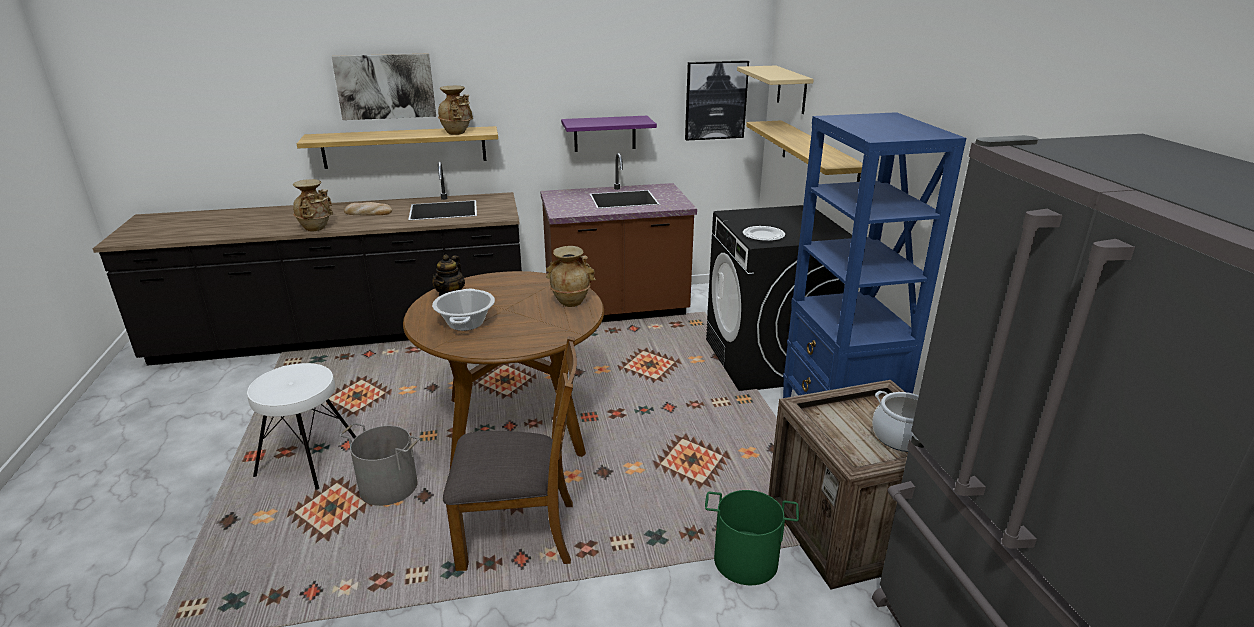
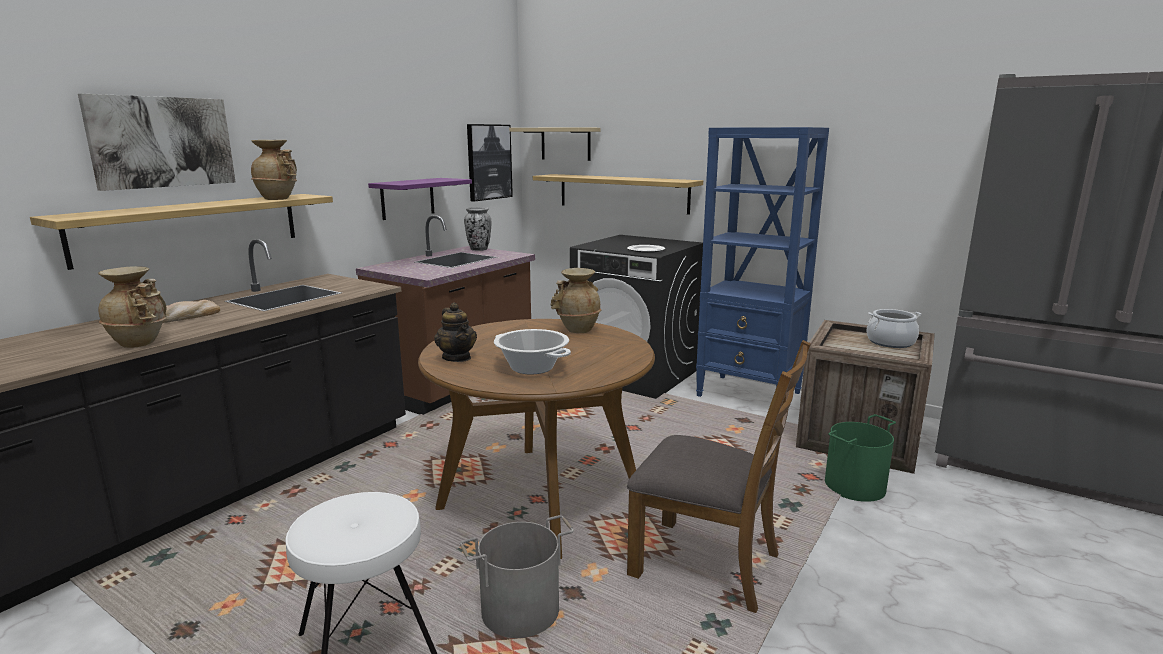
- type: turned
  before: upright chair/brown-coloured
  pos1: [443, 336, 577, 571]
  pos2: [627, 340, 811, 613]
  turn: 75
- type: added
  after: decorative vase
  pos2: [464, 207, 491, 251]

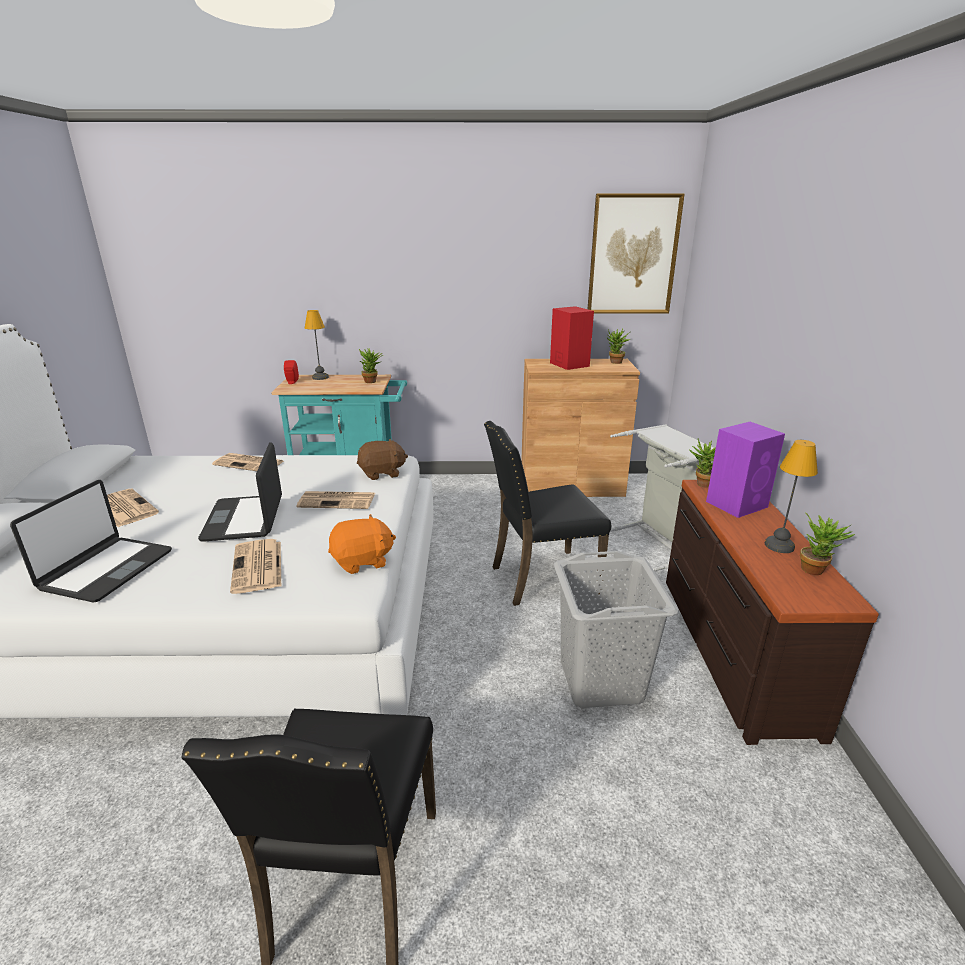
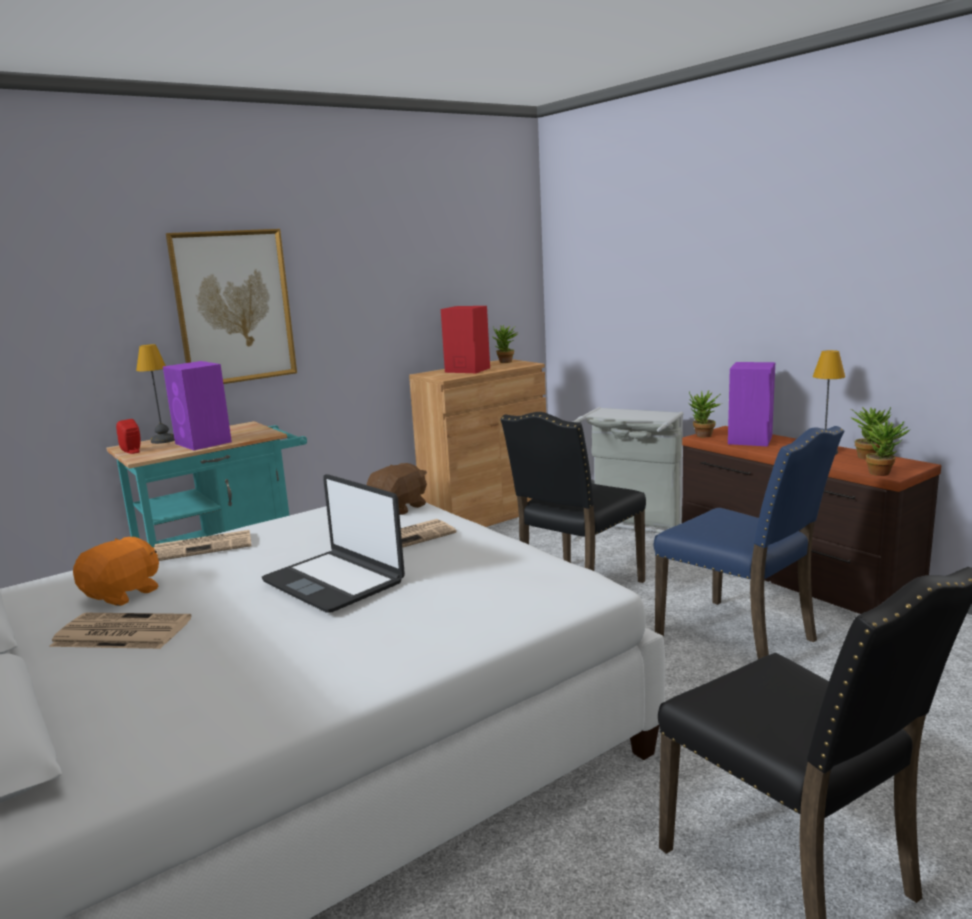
- type: moved
  before: wall picture
  pos1: [588, 194, 685, 314]
  pos2: [166, 229, 297, 384]
- type: moved
  before: houseplant
  pos1: [359, 348, 383, 383]
  pos2: [862, 419, 909, 476]
- type: removed
  before: portable computer
  pos1: [10, 480, 172, 602]
- type: moved
  before: cuddly toy/orange-coloured
  pos1: [328, 514, 396, 574]
  pos2: [73, 537, 159, 606]
- type: removed
  before: daily paper
  pos1: [230, 539, 281, 594]
- type: replaced
  before: hamper/grey
  after: upright chair/bluish
  pos1: [553, 551, 678, 708]
  pos2: [654, 426, 844, 659]
- type: added
  after: audio speaker/purple
  pos2: [163, 361, 232, 450]

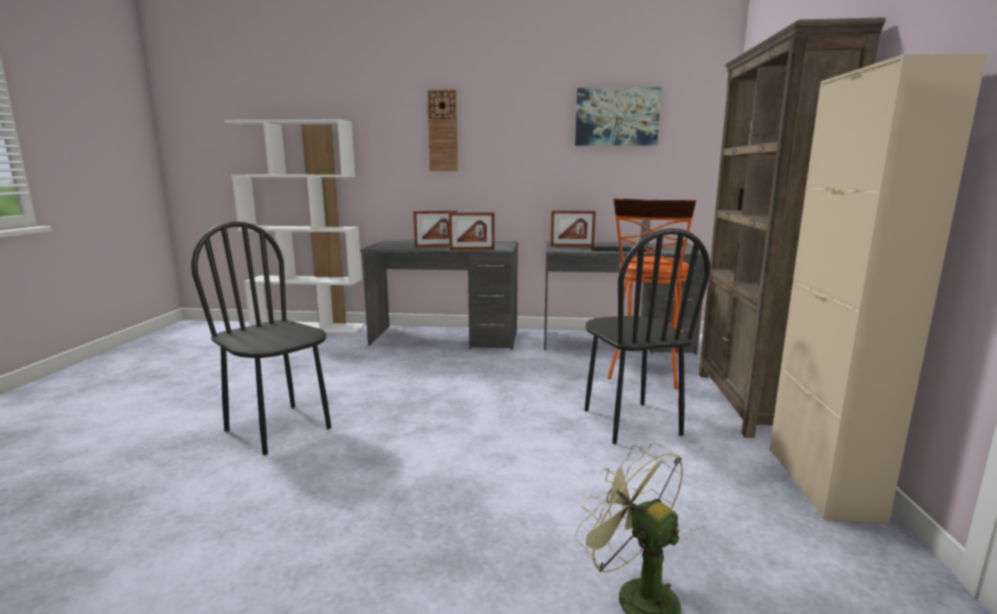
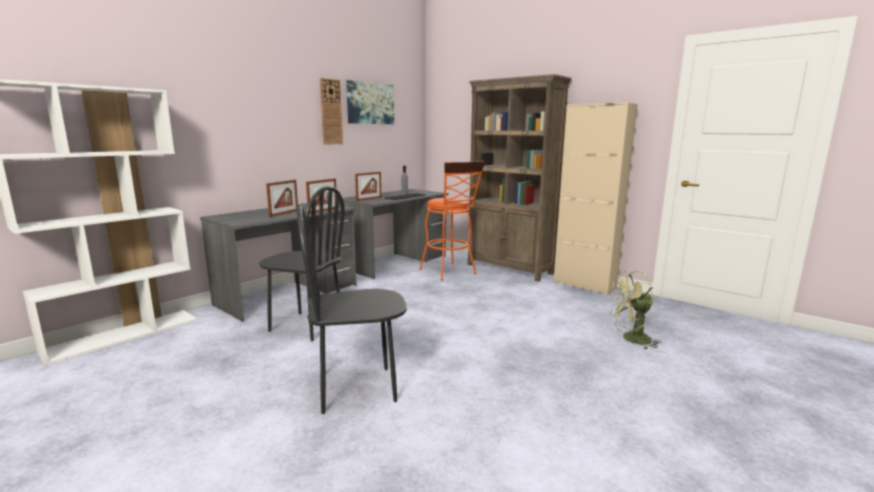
- type: moved
  before: clock on the wall
  pos1: [427, 89, 458, 171]
  pos2: [320, 78, 343, 145]
- type: moved
  before: upright chair/black
  pos1: [585, 228, 710, 444]
  pos2: [259, 186, 345, 341]

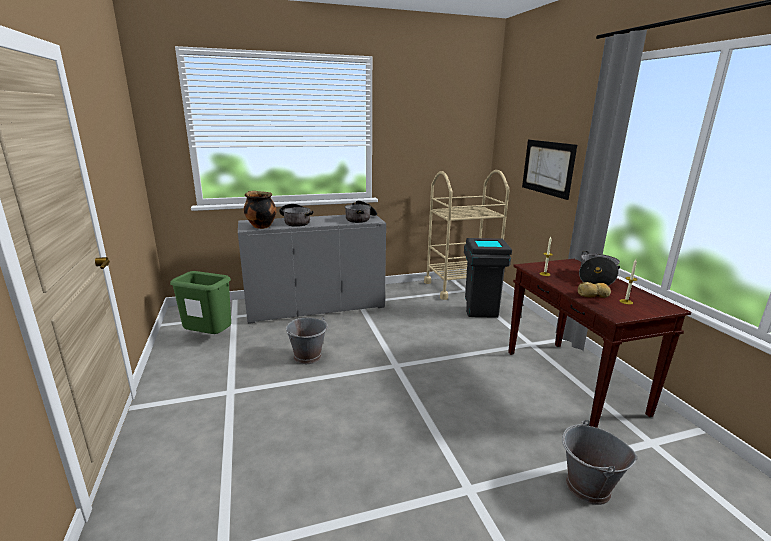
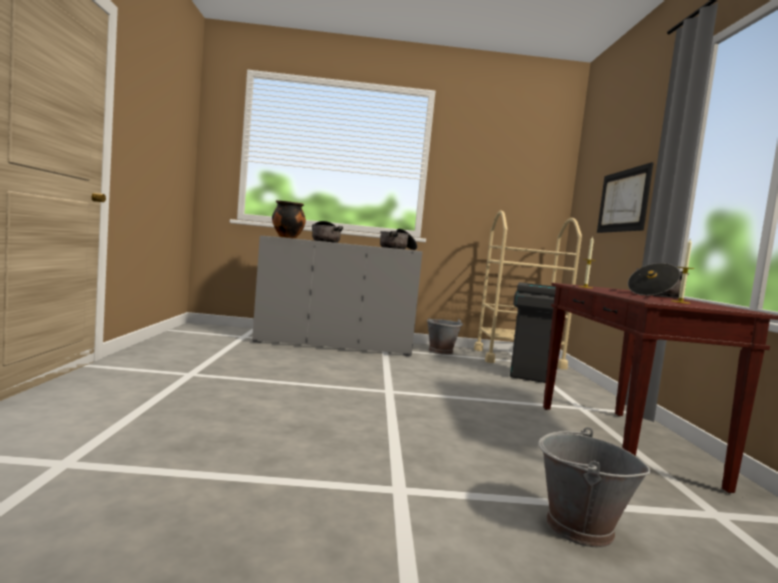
- type: removed
  before: waste bin/green
  pos1: [170, 271, 231, 334]
- type: removed
  before: baked bread
  pos1: [578, 282, 611, 298]
- type: moved
  before: pail/grey
  pos1: [286, 317, 328, 364]
  pos2: [427, 318, 463, 355]

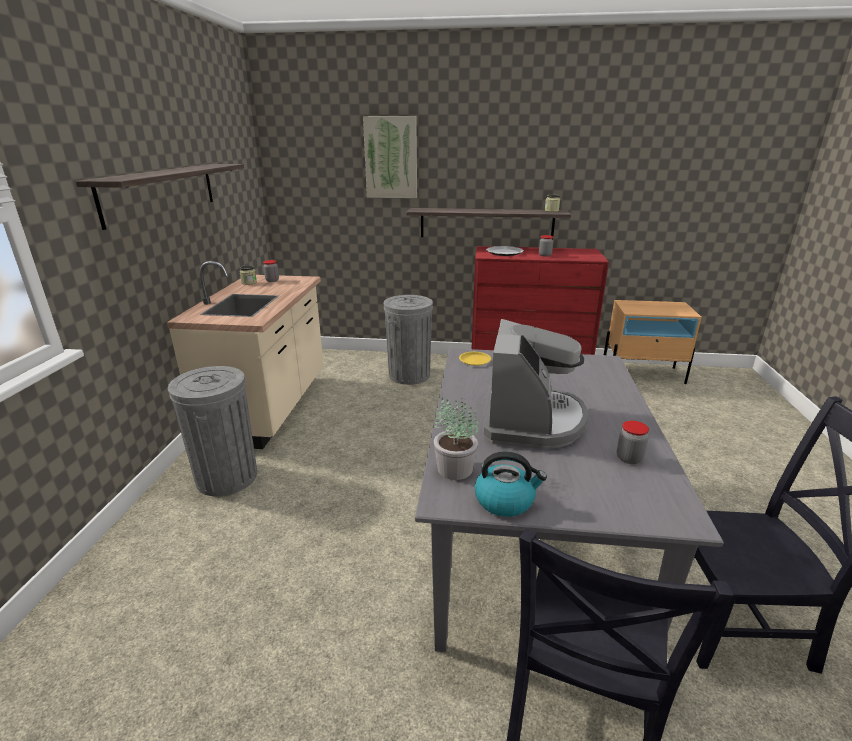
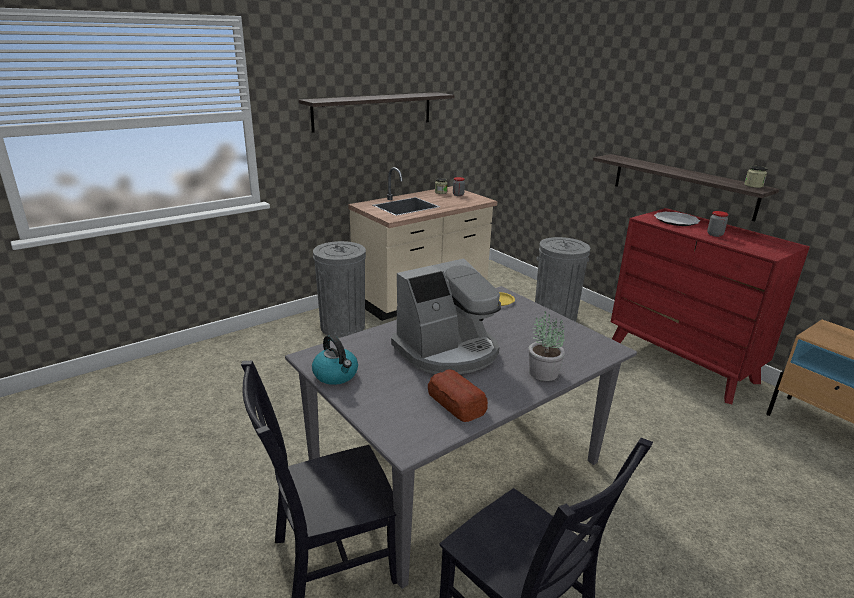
- type: removed
  before: wall picture
  pos1: [363, 116, 417, 198]
- type: moved
  before: houseplant
  pos1: [434, 397, 478, 480]
  pos2: [529, 311, 565, 381]
- type: replaced
  before: preserve jar
  after: baked bread
  pos1: [617, 421, 649, 464]
  pos2: [428, 369, 488, 422]

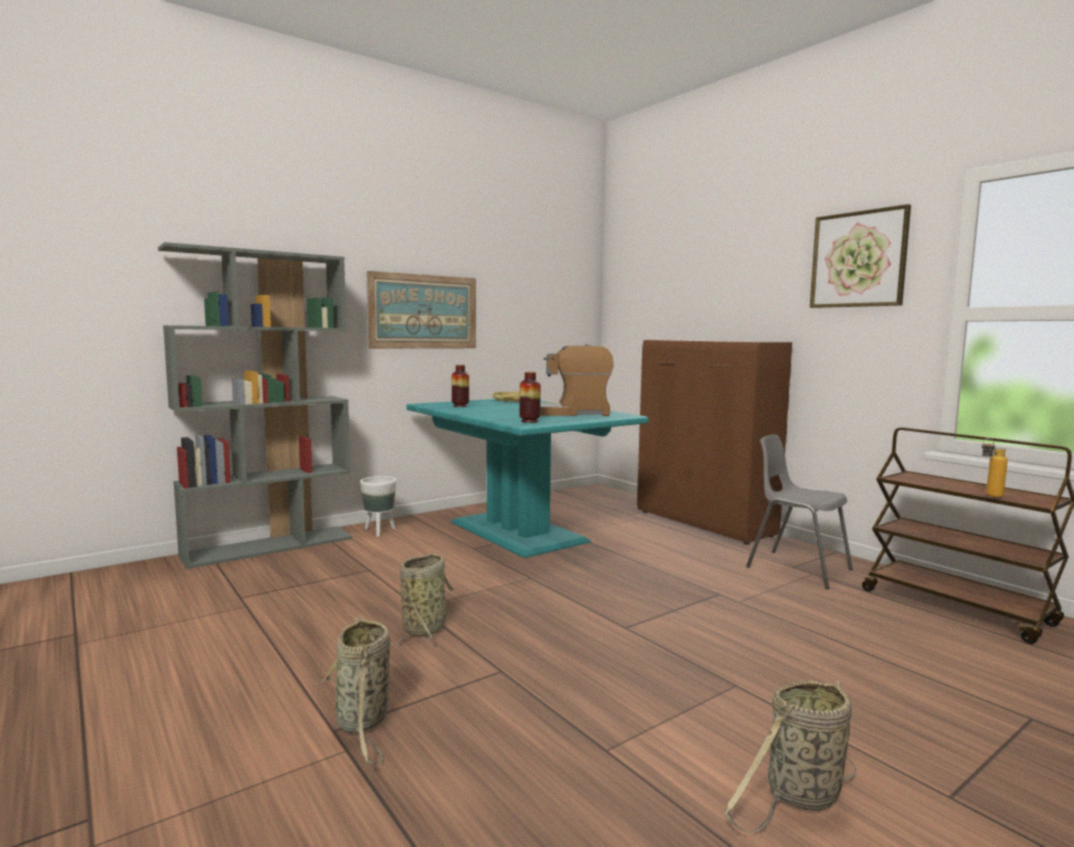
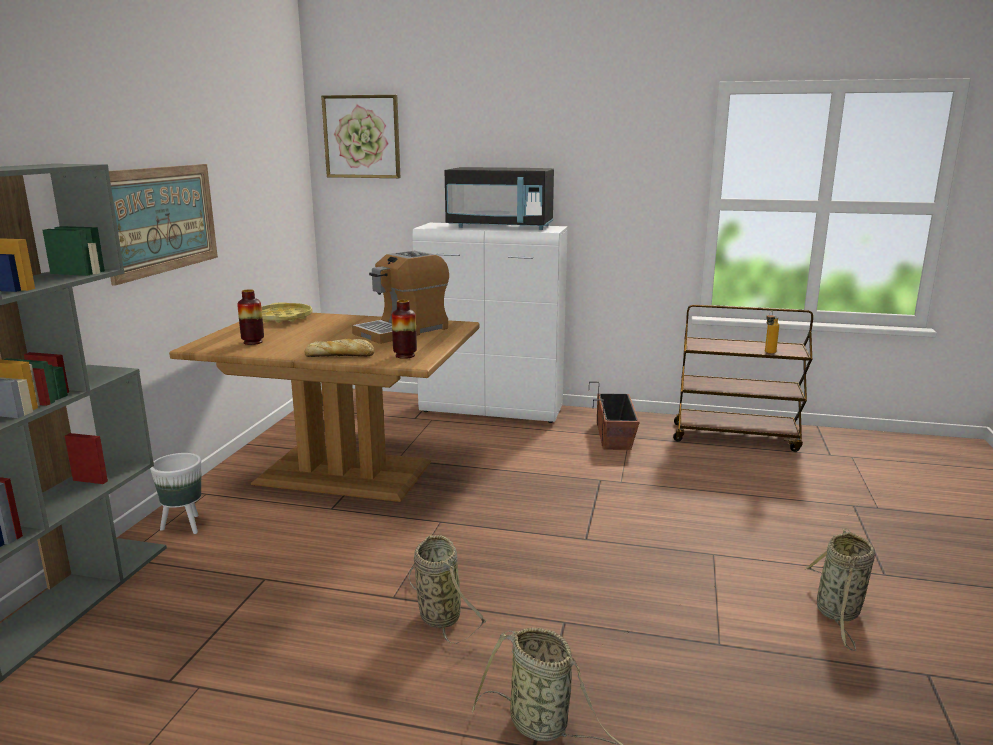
- type: moved
  before: wall picture
  pos1: [810, 204, 911, 308]
  pos2: [321, 95, 401, 178]
- type: recoloured
  before: cupboard/brown-coloured
  after: cupboard/white-coloured
  pos1: [637, 340, 792, 545]
  pos2: [413, 223, 568, 423]
- type: recoloured
  before: dining table/turquoise-coloured
  after: dining table/brown-coloured
  pos1: [406, 399, 648, 558]
  pos2: [169, 313, 479, 502]
- type: replaced
  before: upright chair/grey
  after: flower pot
  pos1: [746, 434, 853, 589]
  pos2: [589, 382, 640, 450]
- type: added
  after: microwave/black
  pos2: [444, 167, 554, 230]
- type: added
  after: baked bread
  pos2: [304, 339, 374, 357]

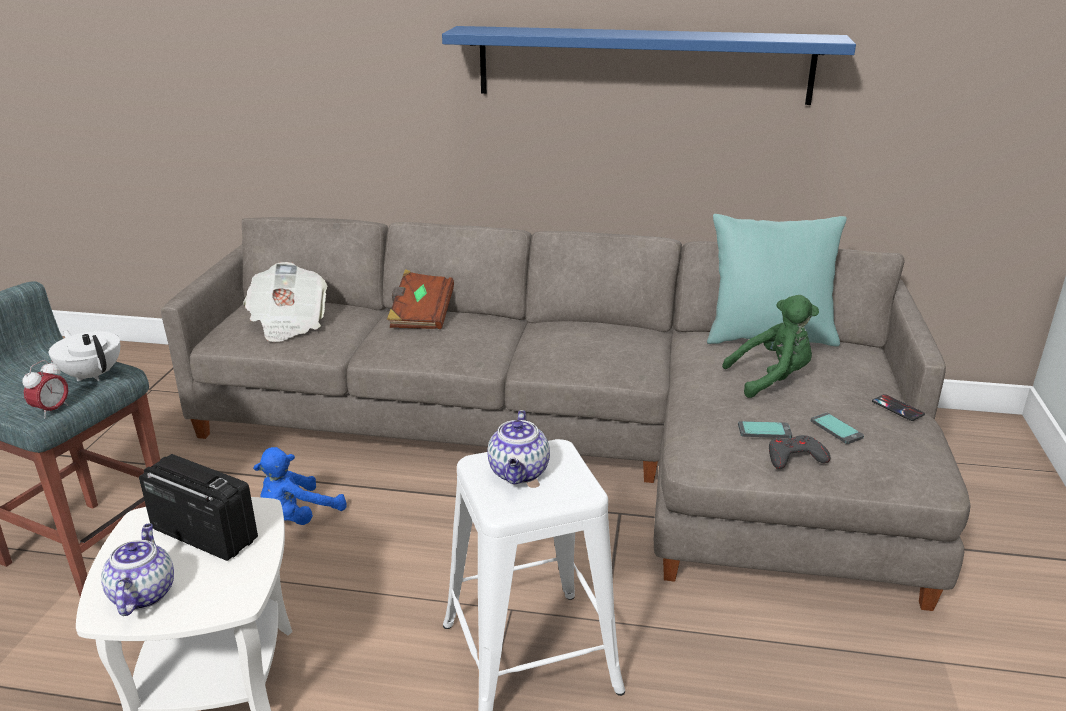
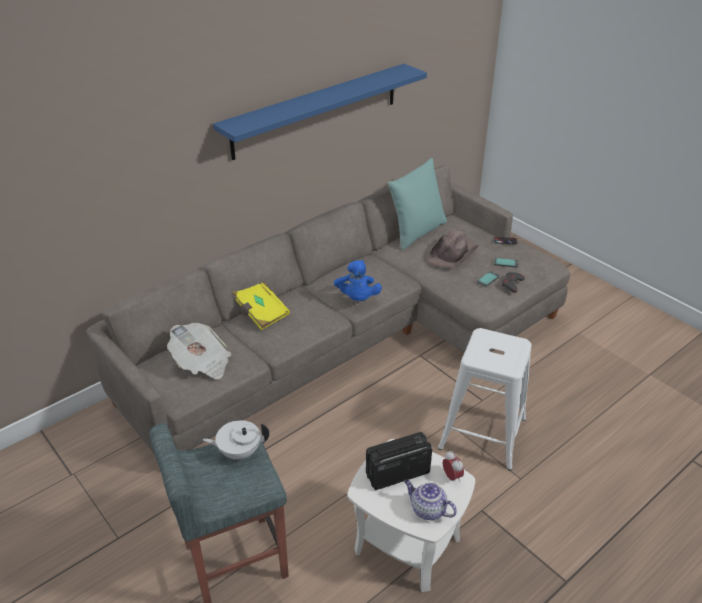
- type: recoloured
  before: volume/brown-coloured
  after: volume/yellow
  pos1: [387, 269, 454, 329]
  pos2: [233, 282, 290, 330]
- type: replaced
  before: cuddly toy/green
  after: wearable hat/brown-coloured
  pos1: [722, 295, 819, 398]
  pos2: [427, 230, 479, 268]
- type: moved
  before: bedside clock
  pos1: [22, 360, 68, 419]
  pos2: [443, 451, 464, 482]
- type: removed
  before: tea pot
  pos1: [487, 410, 550, 484]
- type: moved
  before: cuddly toy/bluish
  pos1: [253, 447, 347, 525]
  pos2: [334, 260, 382, 301]

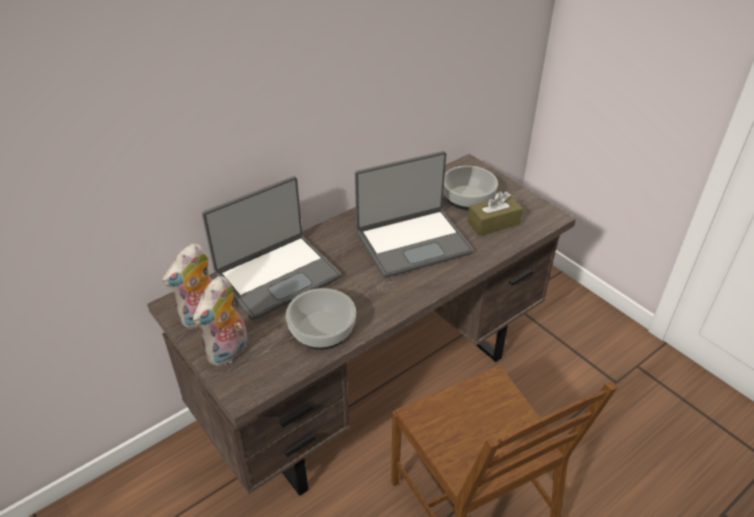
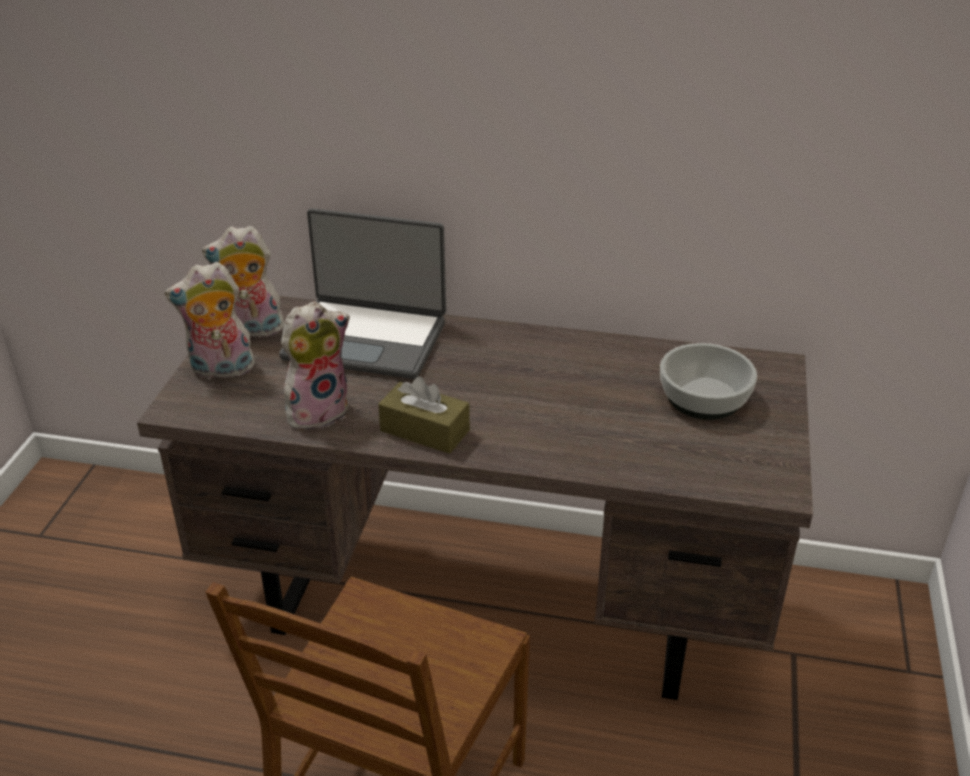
- type: removed
  before: portable computer
  pos1: [355, 151, 473, 278]
- type: moved
  before: tissue holder/brown-coloured
  pos1: [467, 191, 523, 236]
  pos2: [378, 376, 470, 454]
- type: replaced
  before: serving bowl
  after: cuddly toy
  pos1: [286, 288, 356, 350]
  pos2: [281, 301, 350, 433]

